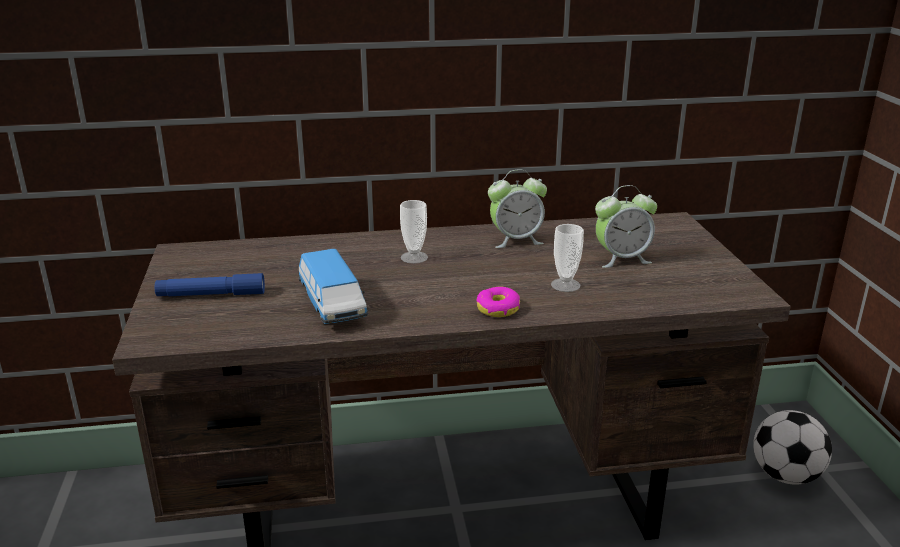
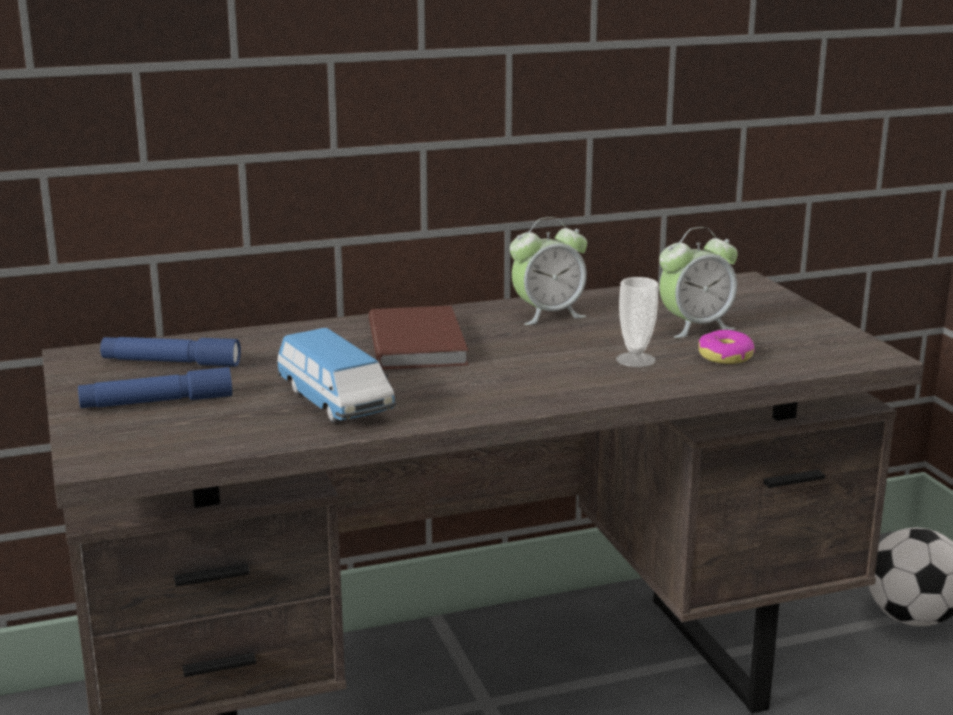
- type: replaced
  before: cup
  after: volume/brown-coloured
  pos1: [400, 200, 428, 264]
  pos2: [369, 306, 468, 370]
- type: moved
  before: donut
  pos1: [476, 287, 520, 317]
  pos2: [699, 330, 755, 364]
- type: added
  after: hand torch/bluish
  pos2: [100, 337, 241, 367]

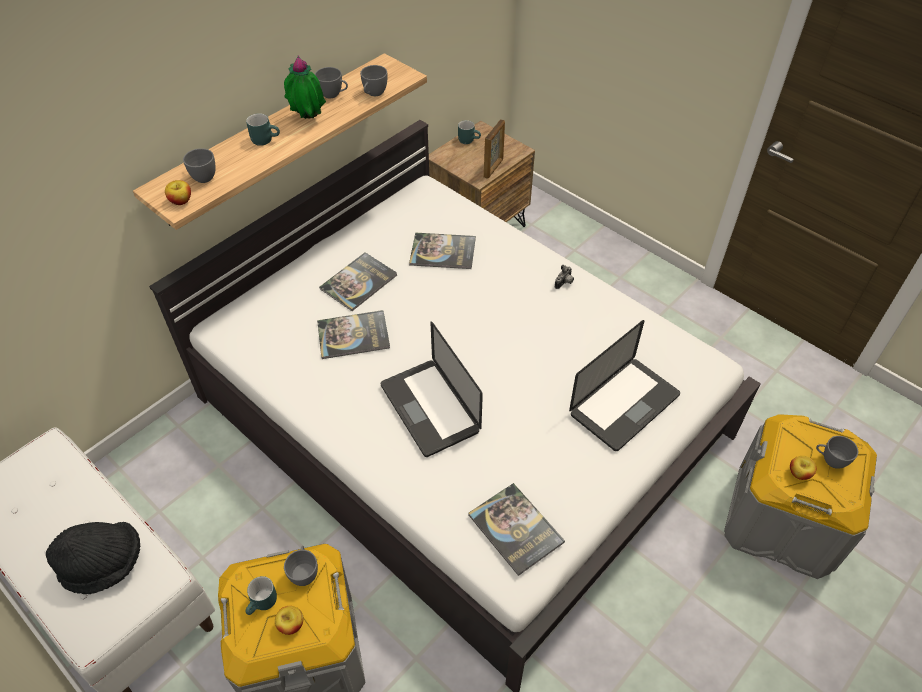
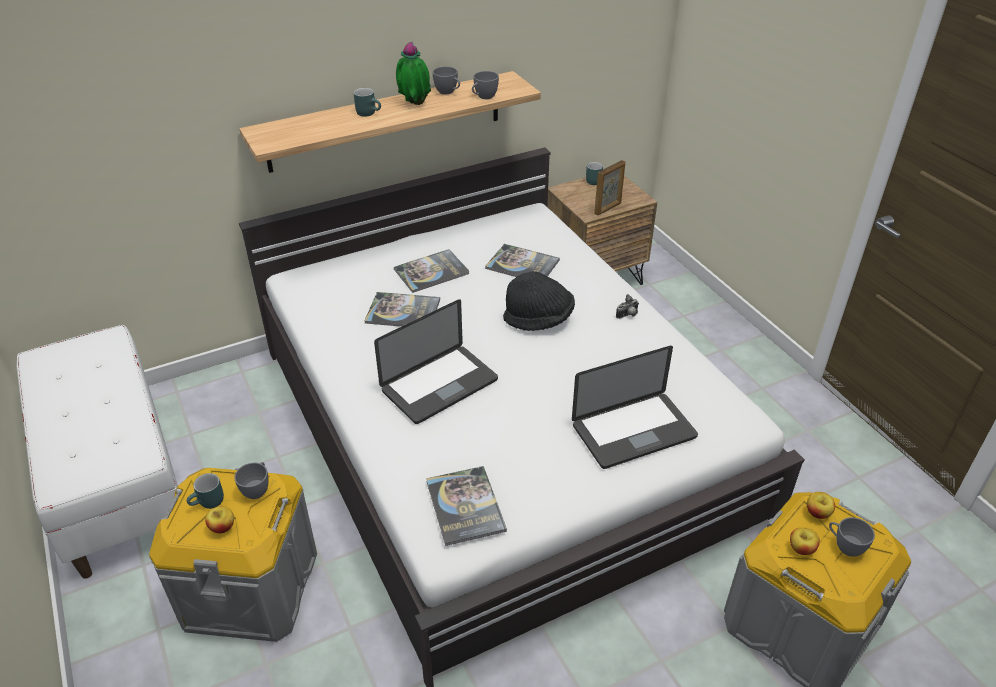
- type: removed
  before: cup/grey
  pos1: [183, 148, 216, 183]
- type: moved
  before: apple fruit
  pos1: [165, 180, 191, 205]
  pos2: [807, 492, 835, 519]
- type: turned
  before: portable computer
  pos1: [381, 322, 483, 457]
  pos2: [374, 299, 498, 424]
  turn: -120
- type: moved
  before: wearable hat/black
  pos1: [46, 522, 140, 594]
  pos2: [503, 271, 575, 331]

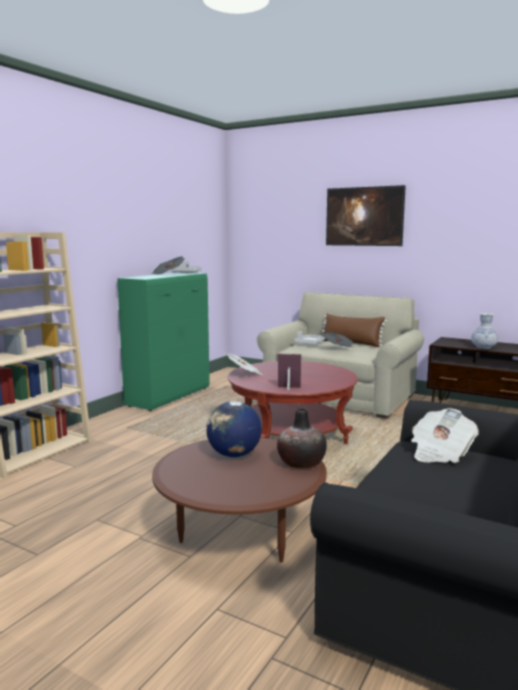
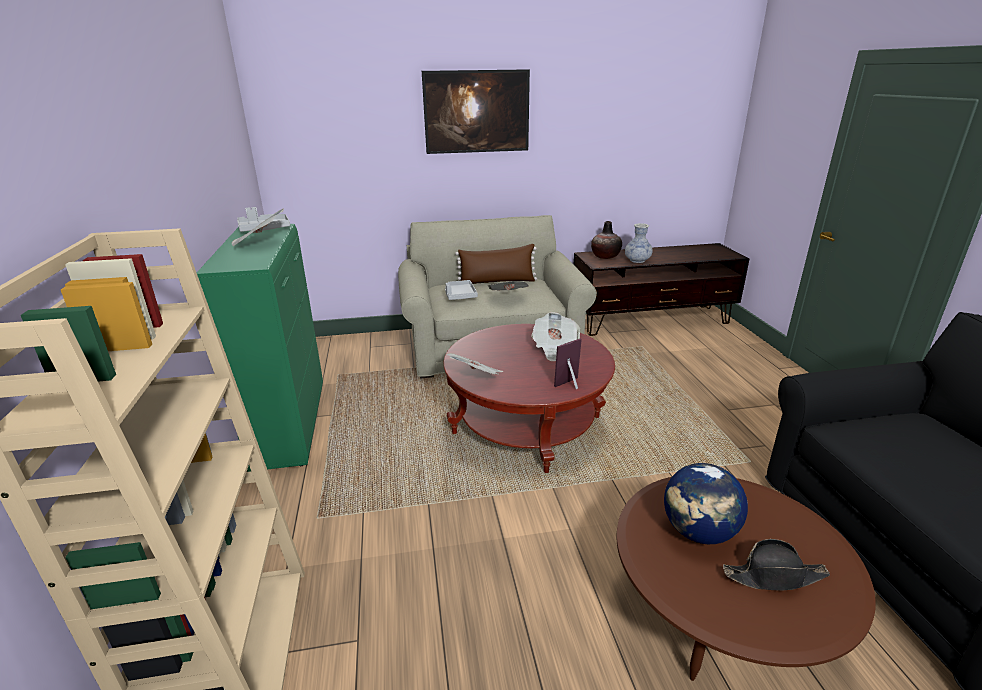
- type: moved
  before: decorative vase
  pos1: [277, 408, 327, 469]
  pos2: [591, 221, 622, 259]
- type: moved
  before: daily paper
  pos1: [411, 408, 479, 463]
  pos2: [531, 312, 580, 361]
- type: added
  after: wearable hat/black
  pos2: [723, 539, 830, 591]

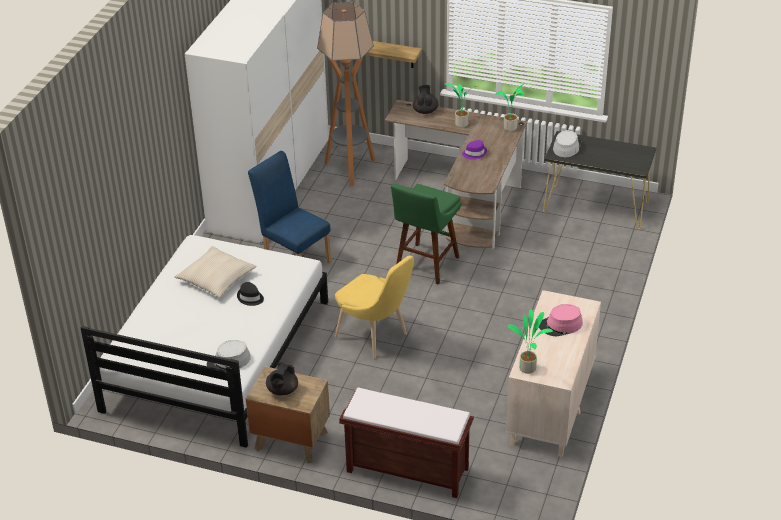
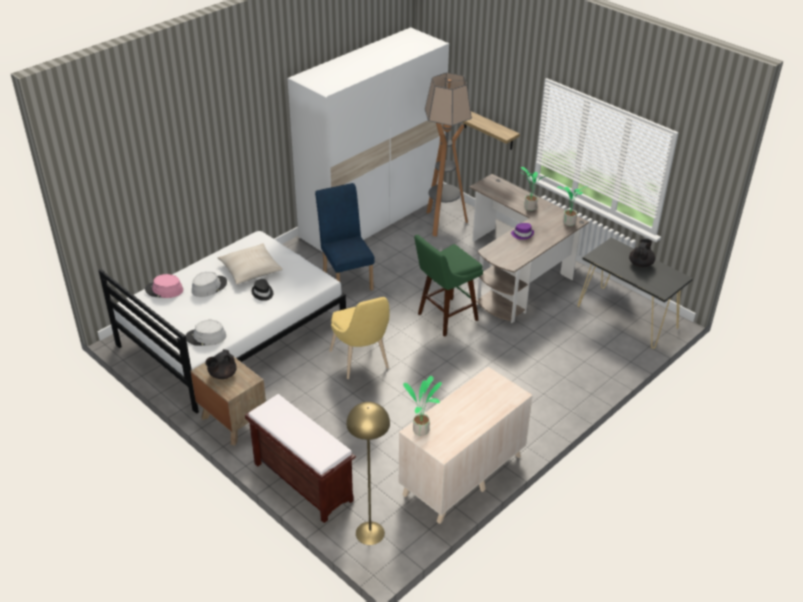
- type: moved
  before: tea pot/black
  pos1: [413, 85, 439, 114]
  pos2: [629, 239, 655, 267]
- type: moved
  before: wearable hat/grey
  pos1: [553, 130, 581, 157]
  pos2: [192, 271, 227, 297]
- type: moved
  before: wearable hat/pink-coloured
  pos1: [539, 304, 583, 336]
  pos2: [145, 274, 183, 298]
- type: added
  after: standard lamp/yellow
  pos2: [346, 402, 390, 545]

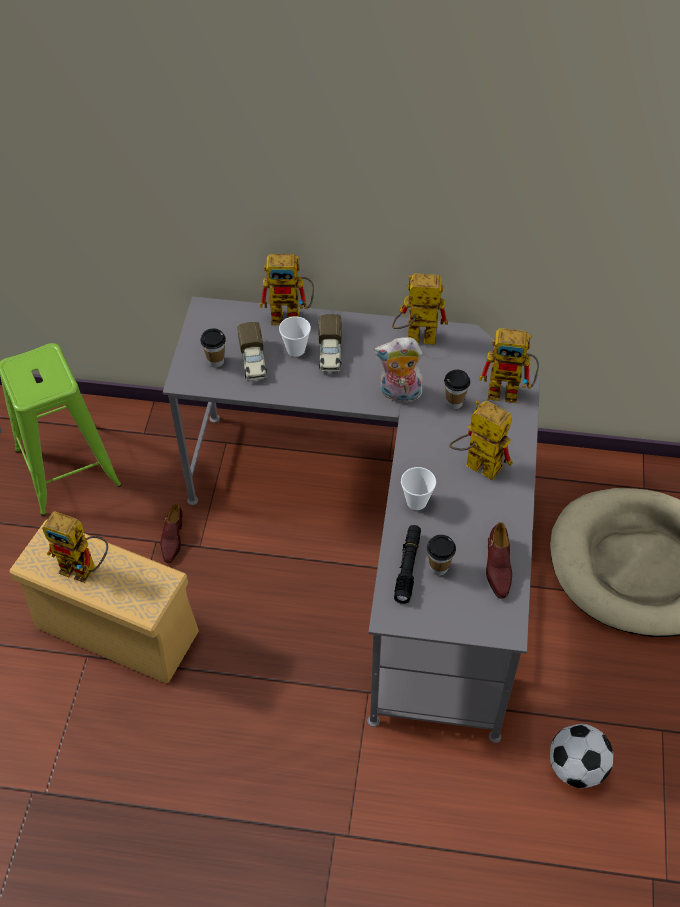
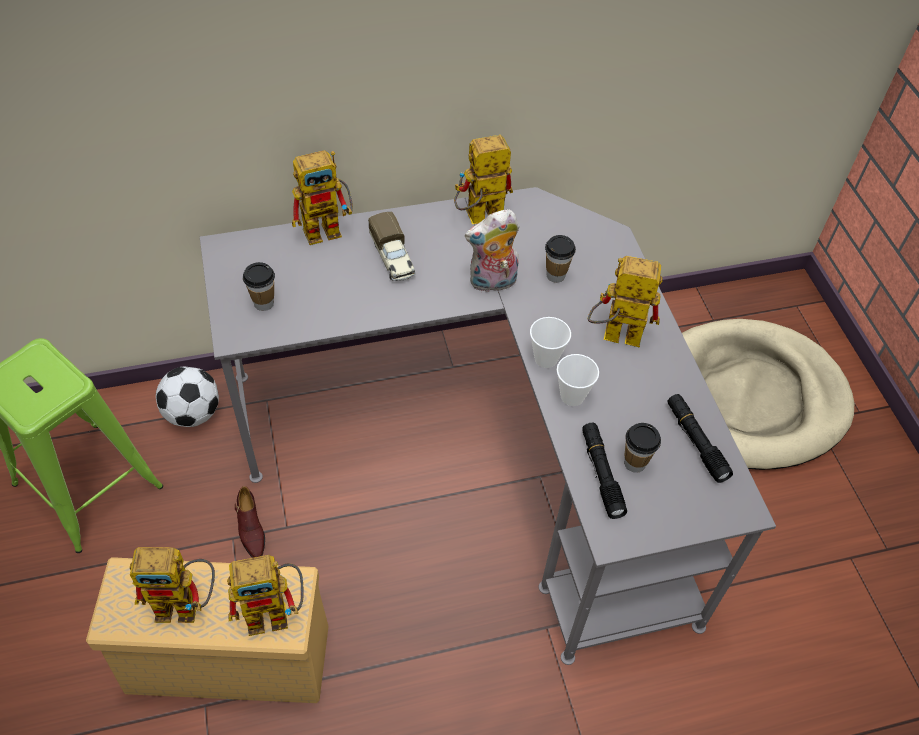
- type: moved
  before: cup
  pos1: [279, 316, 311, 357]
  pos2: [530, 317, 571, 368]
- type: removed
  before: toy lorry
  pos1: [237, 322, 267, 381]
- type: moved
  before: model robot
  pos1: [479, 328, 539, 403]
  pos2: [227, 555, 304, 636]
- type: replaced
  before: shoe/brown-coloured
  after: hand torch/black
  pos1: [486, 522, 512, 598]
  pos2: [668, 394, 733, 483]
- type: moved
  before: football ball
  pos1: [550, 724, 613, 788]
  pos2: [156, 367, 219, 427]

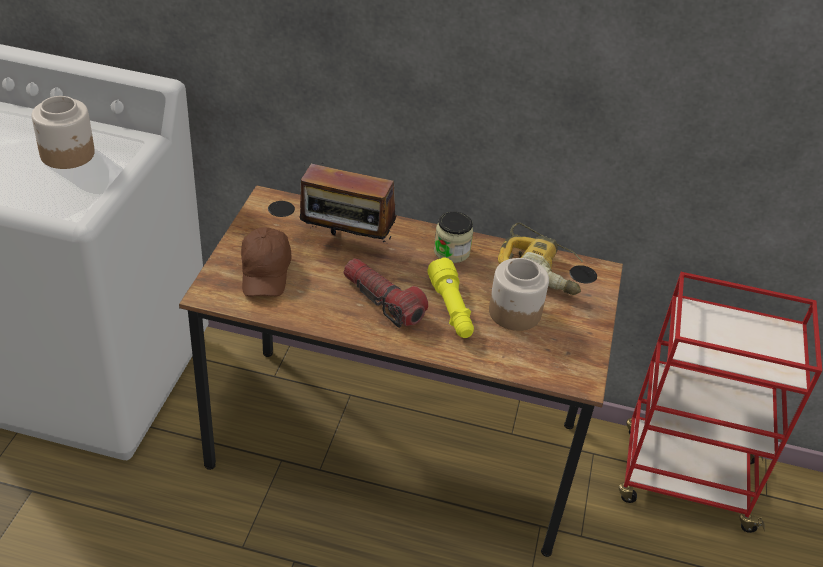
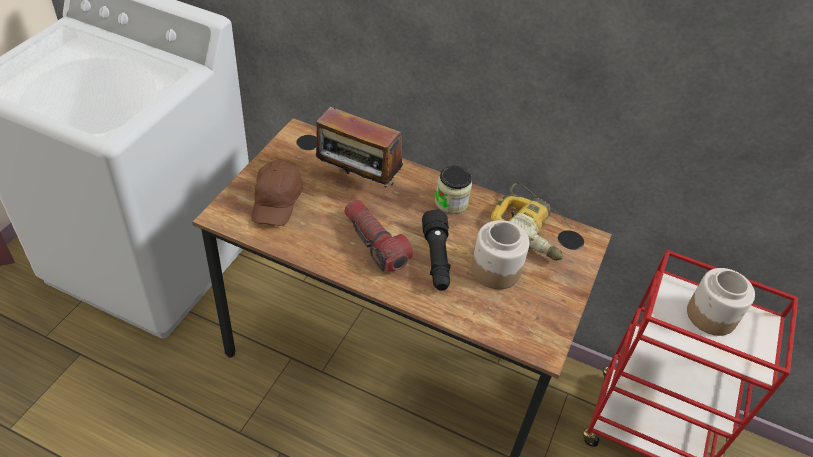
- type: moved
  before: preserve jar
  pos1: [31, 96, 95, 169]
  pos2: [687, 268, 755, 336]
- type: recoloured
  before: hand torch/yellow
  after: hand torch/black
  pos1: [427, 258, 474, 338]
  pos2: [422, 209, 451, 291]

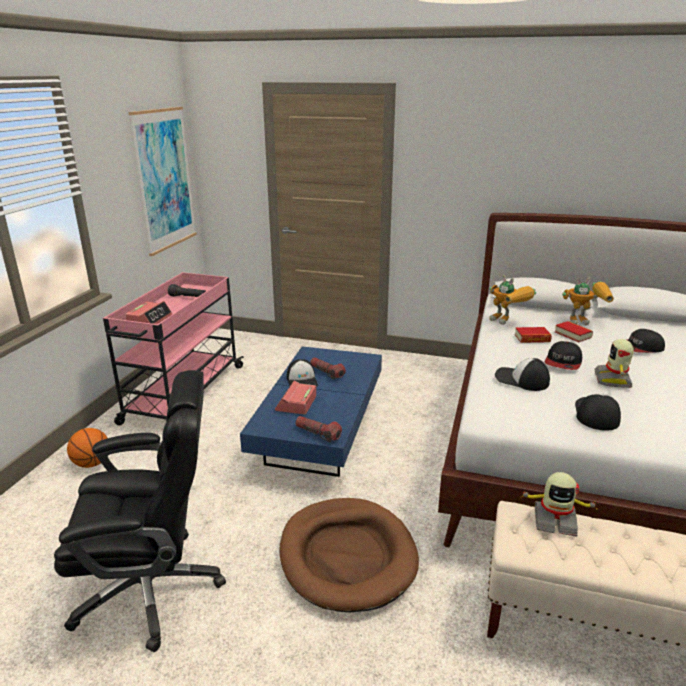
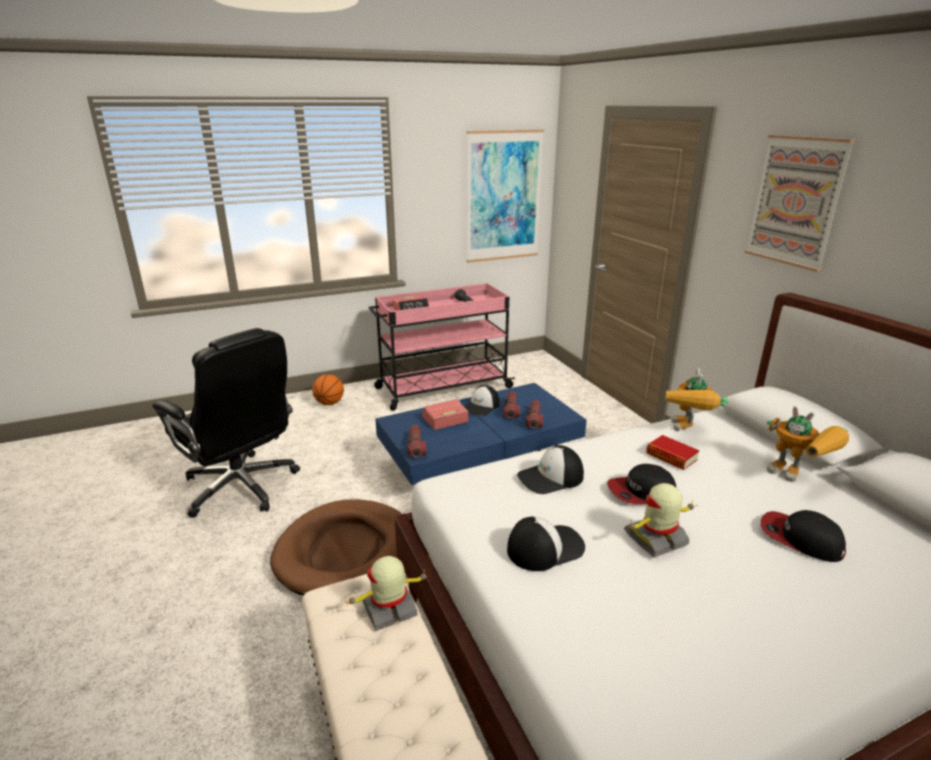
- type: removed
  before: volume
  pos1: [555, 321, 593, 342]
- type: turned
  before: peaked cap
  pos1: [495, 358, 550, 391]
  pos2: [517, 445, 584, 494]
  turn: -105
- type: turned
  before: model robot
  pos1: [520, 472, 597, 537]
  pos2: [345, 556, 430, 631]
  turn: 90
- type: added
  after: wall picture
  pos2: [745, 135, 855, 272]
- type: added
  after: hand torch
  pos2: [526, 400, 543, 428]

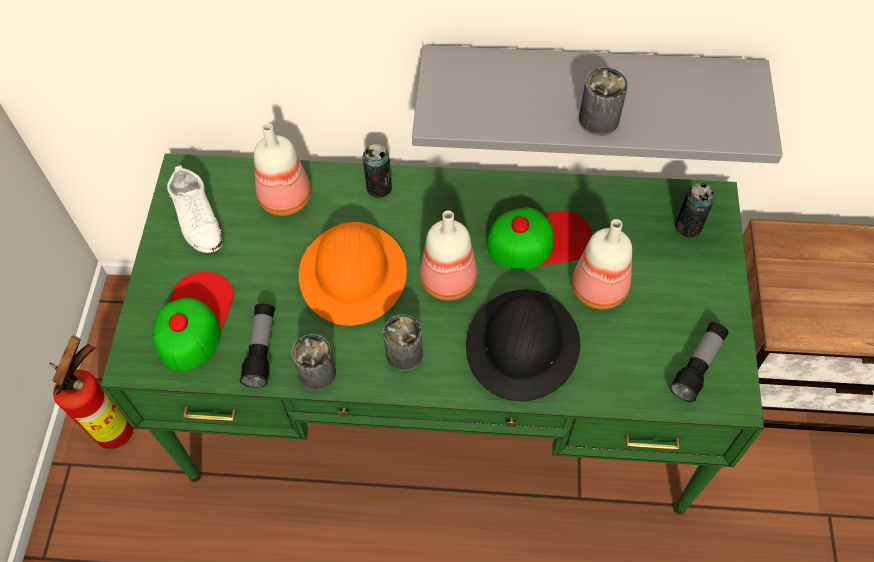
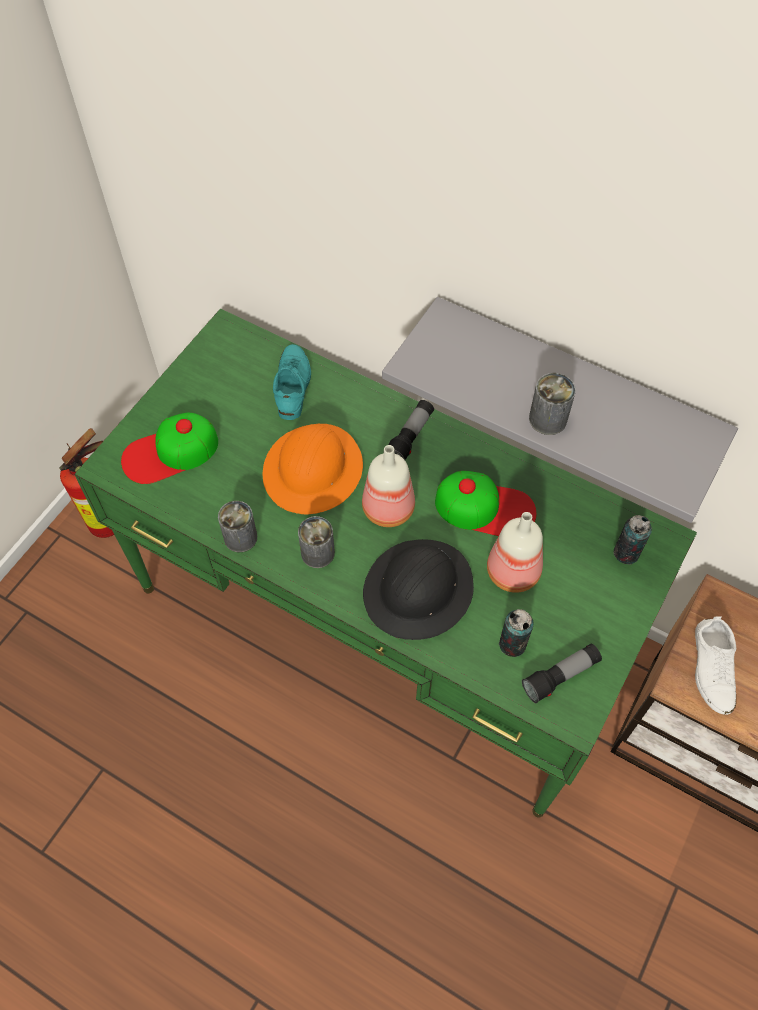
- type: replaced
  before: beverage bottle
  after: shoe/turquoise-coloured
  pos1: [254, 123, 311, 216]
  pos2: [273, 344, 311, 420]
- type: moved
  before: can
  pos1: [363, 143, 392, 198]
  pos2: [499, 609, 534, 657]
- type: moved
  before: shoe/white-coloured
  pos1: [167, 165, 223, 253]
  pos2: [695, 616, 736, 715]
- type: turned
  before: peaked cap
  pos1: [153, 272, 233, 371]
  pos2: [121, 412, 218, 484]
  turn: -150
- type: moved
  before: hand torch
  pos1: [239, 303, 275, 388]
  pos2: [383, 400, 434, 460]

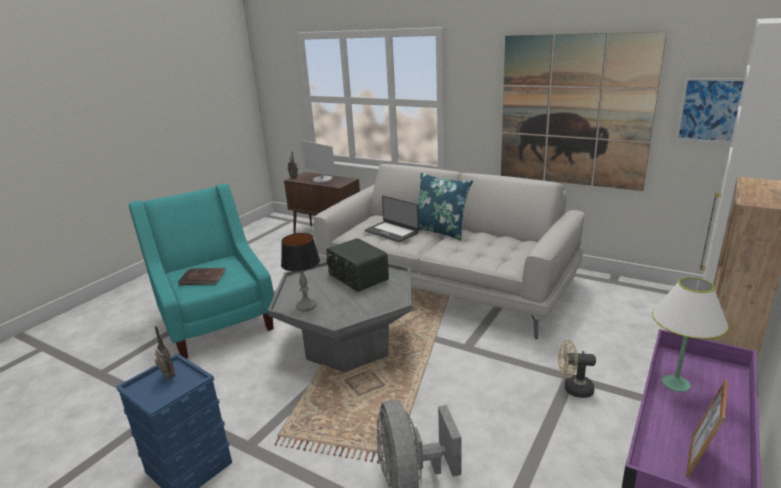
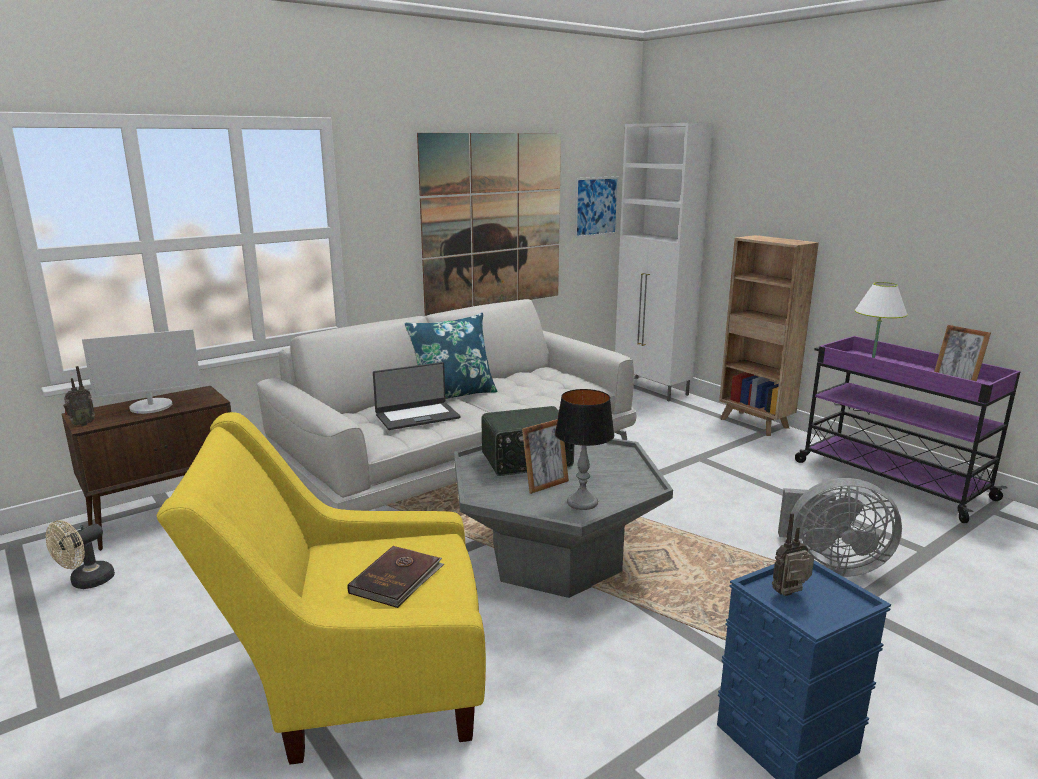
- type: recoloured
  before: armchair/turquoise-coloured
  after: armchair/yellow
  pos1: [129, 183, 274, 359]
  pos2: [157, 412, 486, 765]
- type: moved
  before: fan/beige-coloured
  pos1: [558, 339, 596, 398]
  pos2: [46, 520, 115, 589]
- type: added
  after: picture frame
  pos2: [522, 419, 569, 494]

